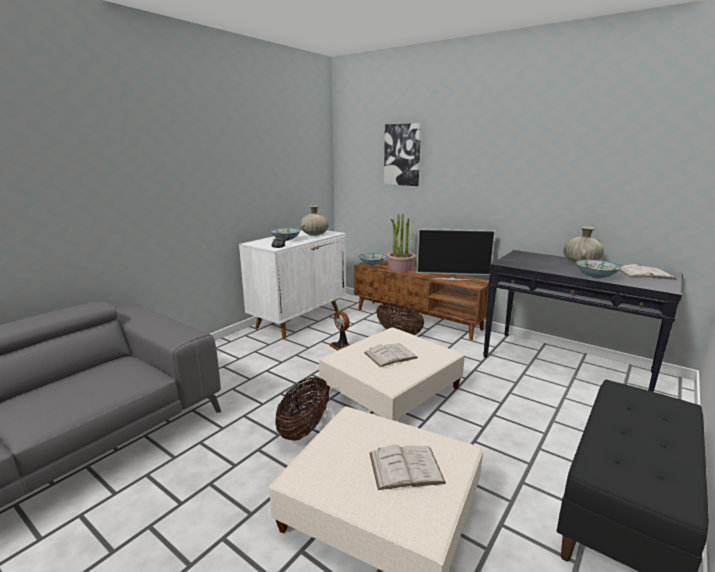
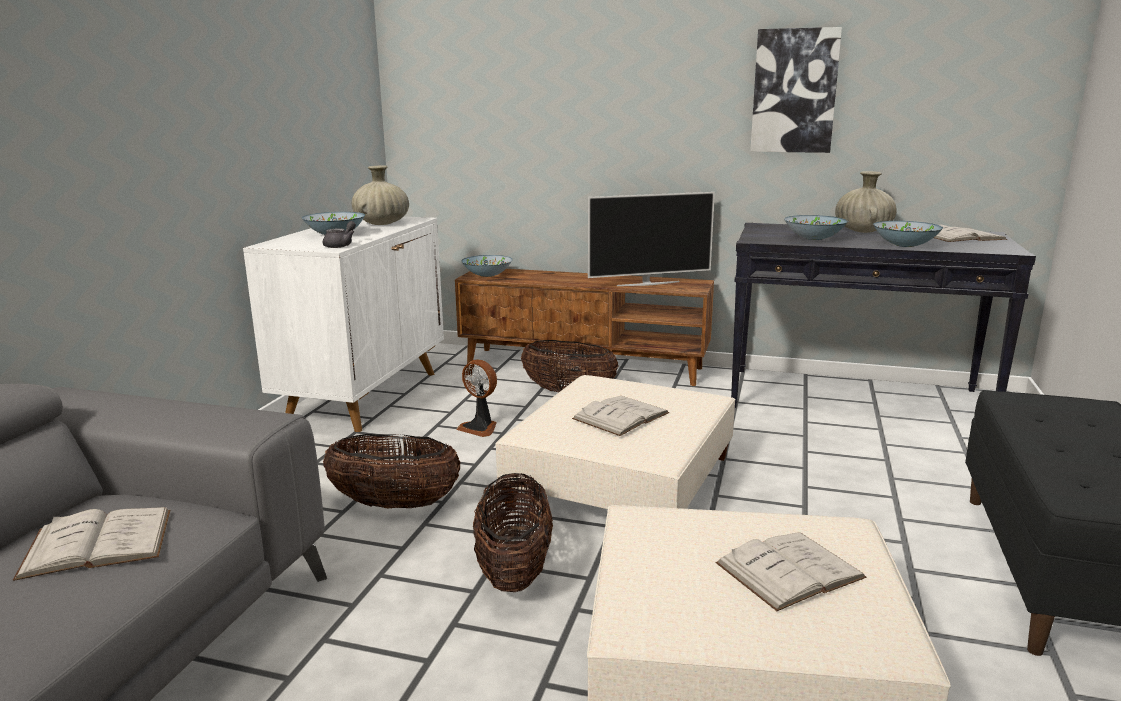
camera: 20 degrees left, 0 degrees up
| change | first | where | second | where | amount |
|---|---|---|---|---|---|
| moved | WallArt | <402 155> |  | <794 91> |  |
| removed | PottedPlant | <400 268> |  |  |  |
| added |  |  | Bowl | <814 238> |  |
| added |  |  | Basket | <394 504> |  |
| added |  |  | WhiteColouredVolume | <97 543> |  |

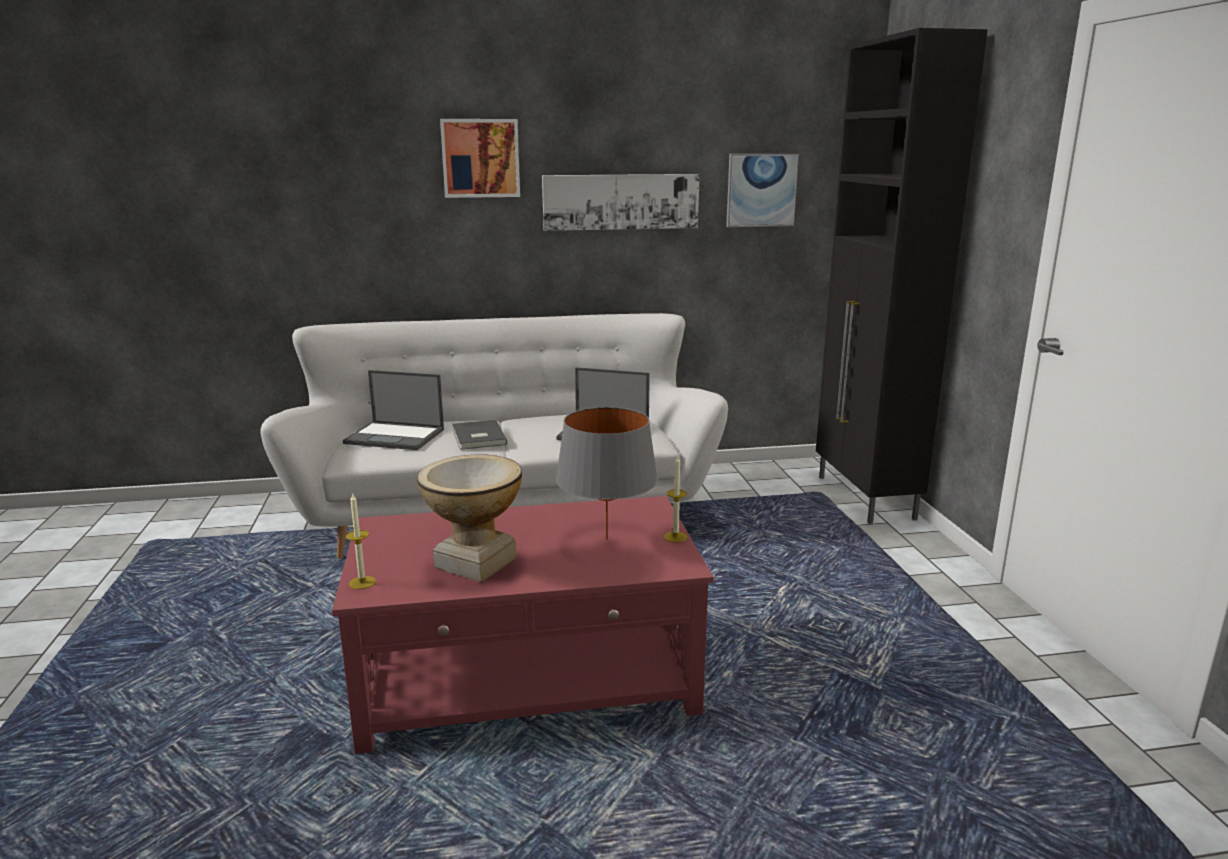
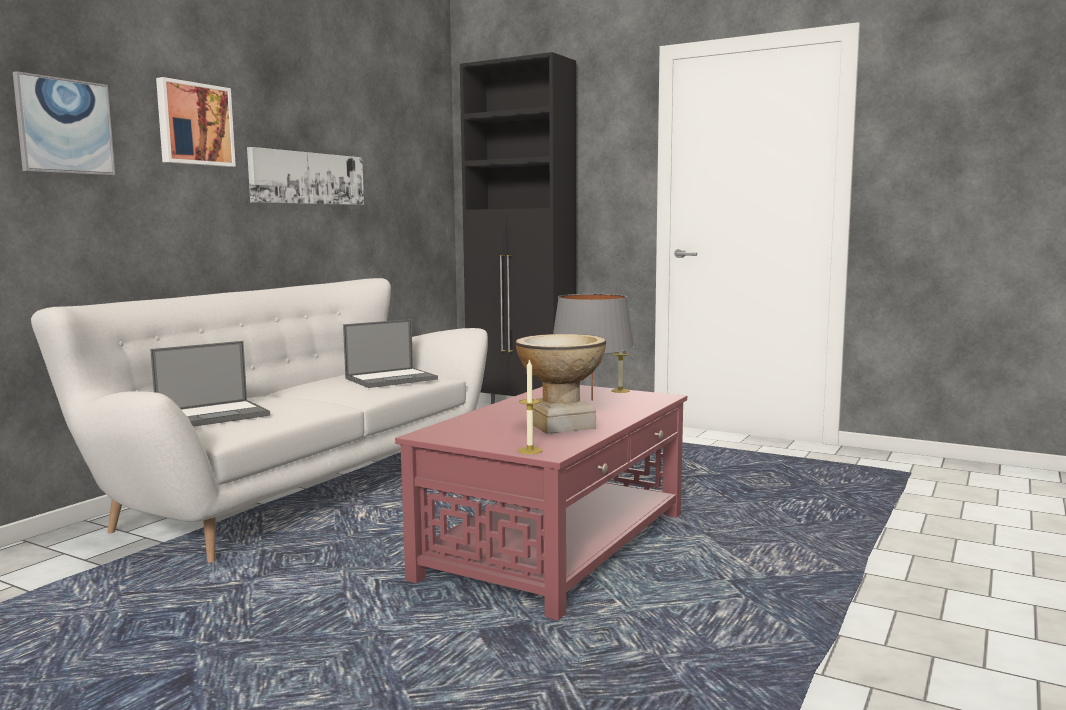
camera: 50 degrees left, 10 degrees down
| change | first | where | second | where | amount |
|---|---|---|---|---|---|
| moved | WallArt | <761 190> |  | <64 126> |  |
| removed | GreyishVolume | <477 437> |  |  |  |

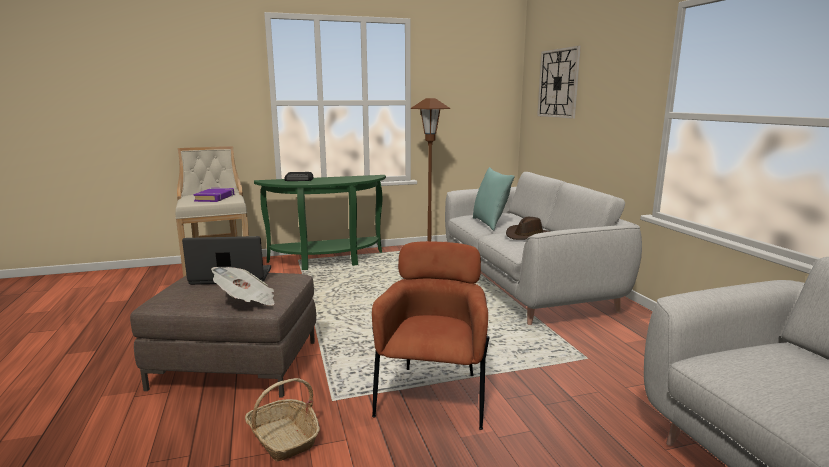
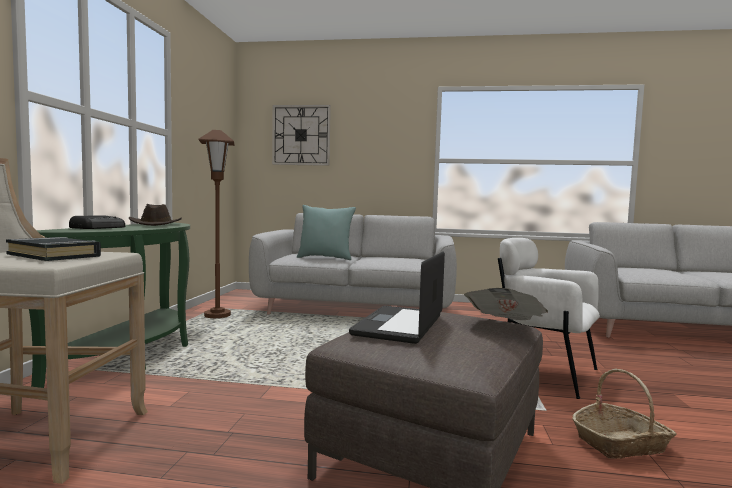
camera: 65 degrees left, 10 degrees down
| change | first | where | second | where | amount |
|---|---|---|---|---|---|
| recoloured | PurpleColouredVolume | <215 198> | BlackVolume | <54 255> |  |
| moved | BrownClothingHat | <528 235> |  | <156 225> |  |
| recoloured | BrownEasyChair | <433 396> | WhiteColouredEasyChair | <543 373> |  |

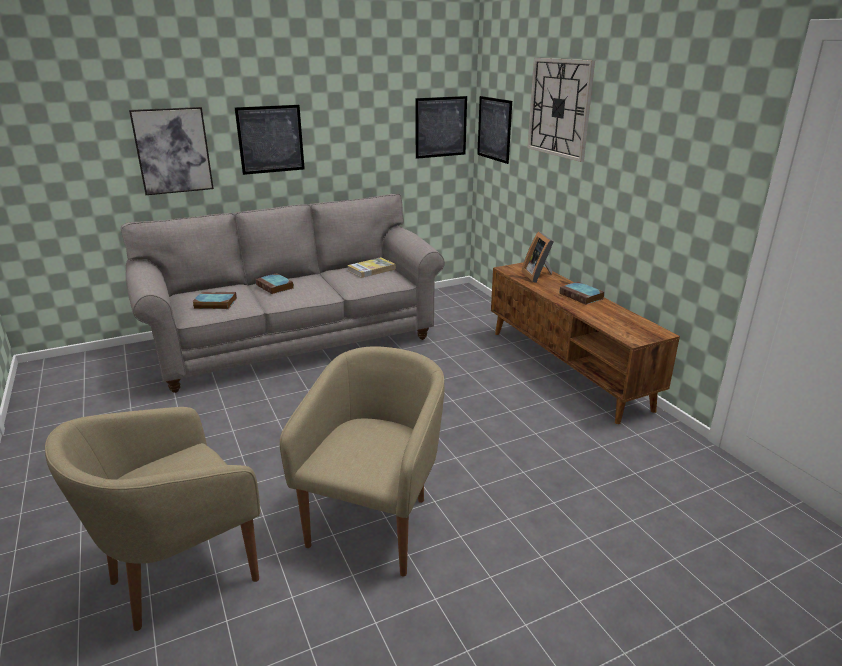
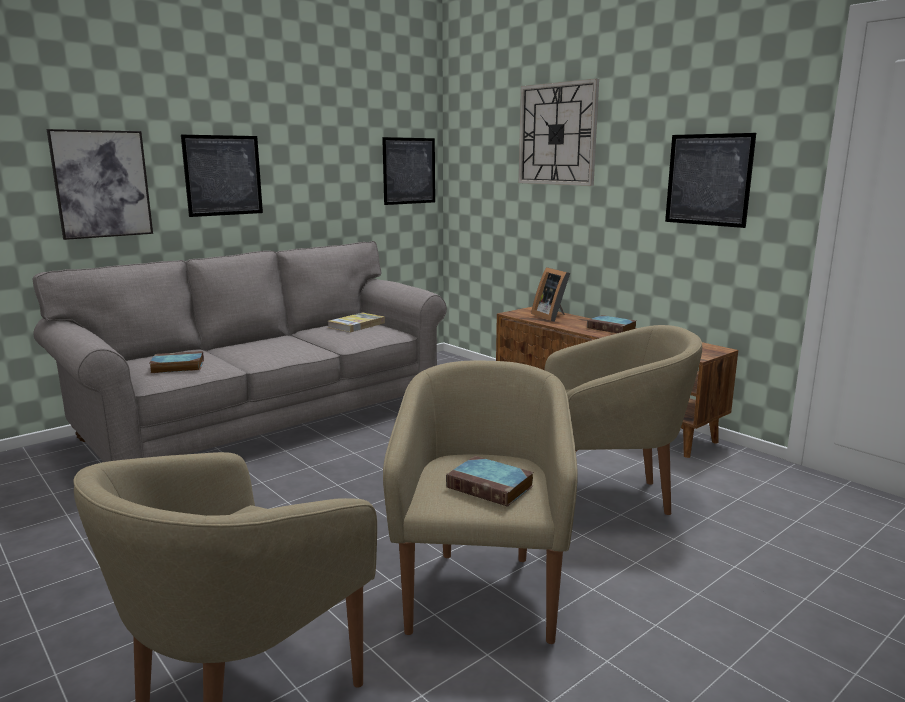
camera: 15 degrees left, 10 degrees down
| change | first | where | second | where | amount |
|---|---|---|---|---|---|
| moved | WallArt | <494 129> |  | <708 180> |  |
| moved | Volume | <275 287> |  | <492 487> |  |
| added |  |  | SandColouredEasyChair | <610 497> |  |

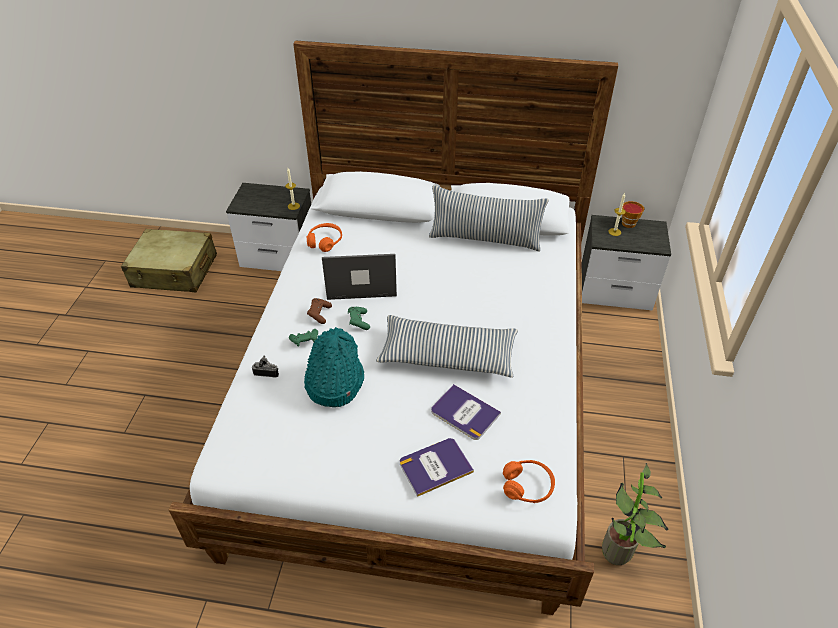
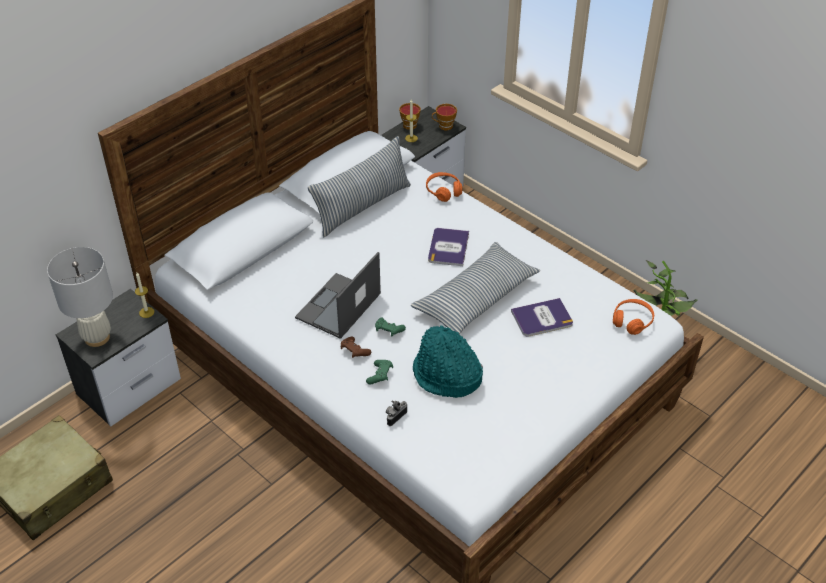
camera: 55 degrees left, 0 degrees up
| change | first | where | second | where | amount |
|---|---|---|---|---|---|
| moved | OrangeyHeadset | <325 242> |  | <443 191> |  |
| moved | Volume | <435 466> |  | <448 247> |  |
| added |  |  | Cup | <444 126> |  |
| added |  |  | WhiteColouredTableLamp | <97 337> |  |

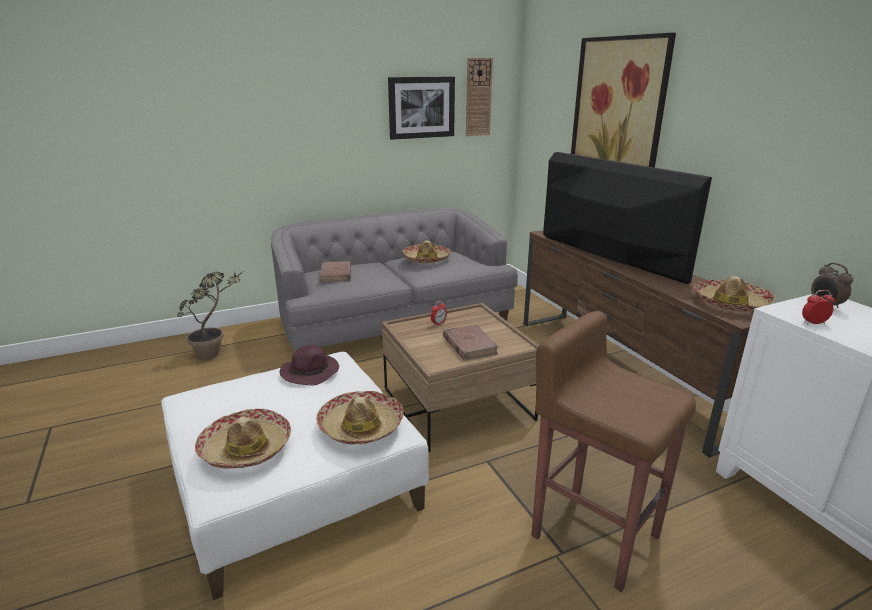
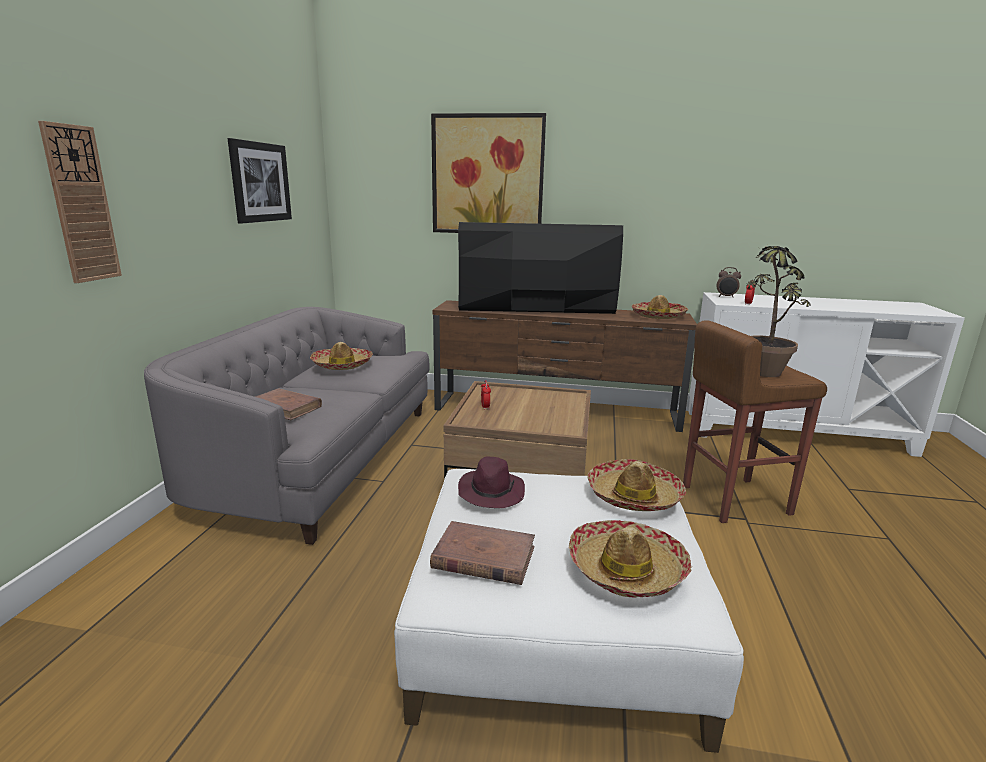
camera: 55 degrees left, 5 degrees down
| change | first | where | second | where | amount |
|---|---|---|---|---|---|
| moved | HangingClock | <478 97> |  | <81 204> |  |
| moved | PottedPlant | <217 353> |  | <761 369> |  |
| moved | BrownVolume | <469 345> |  | <483 557> |  |

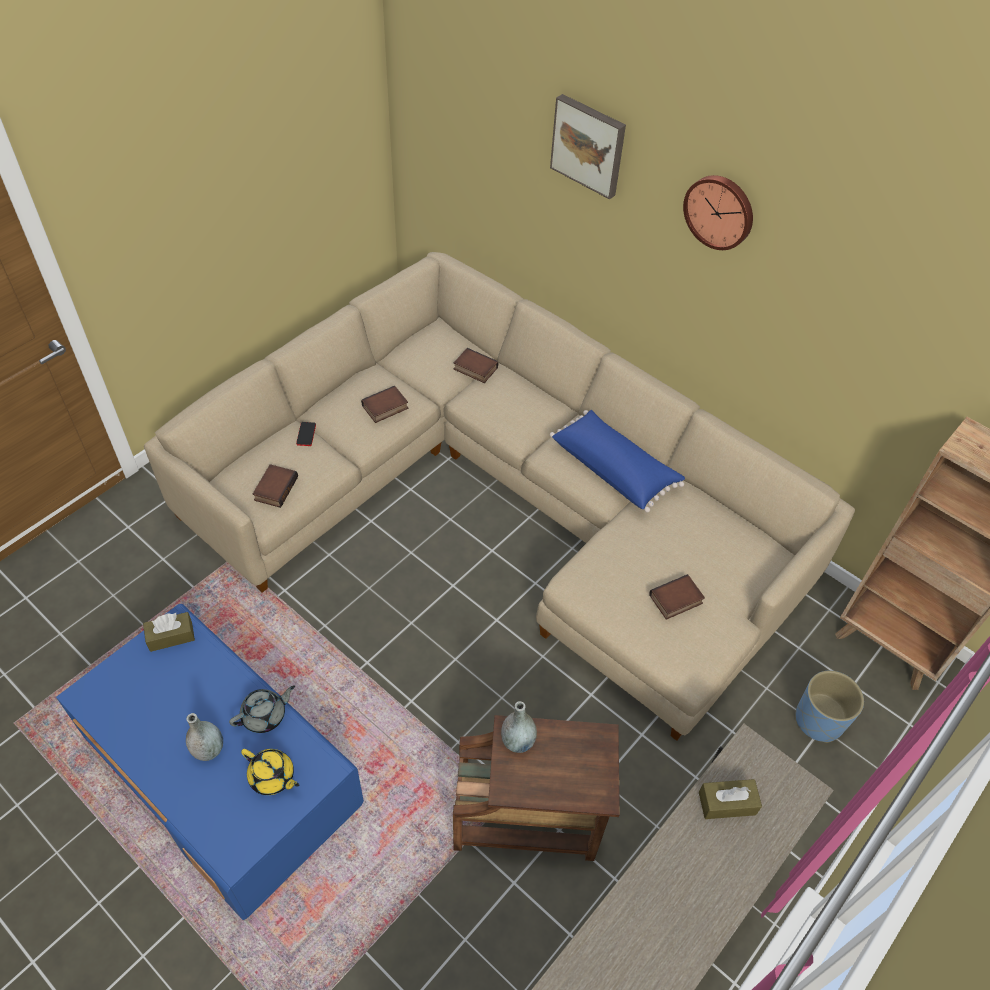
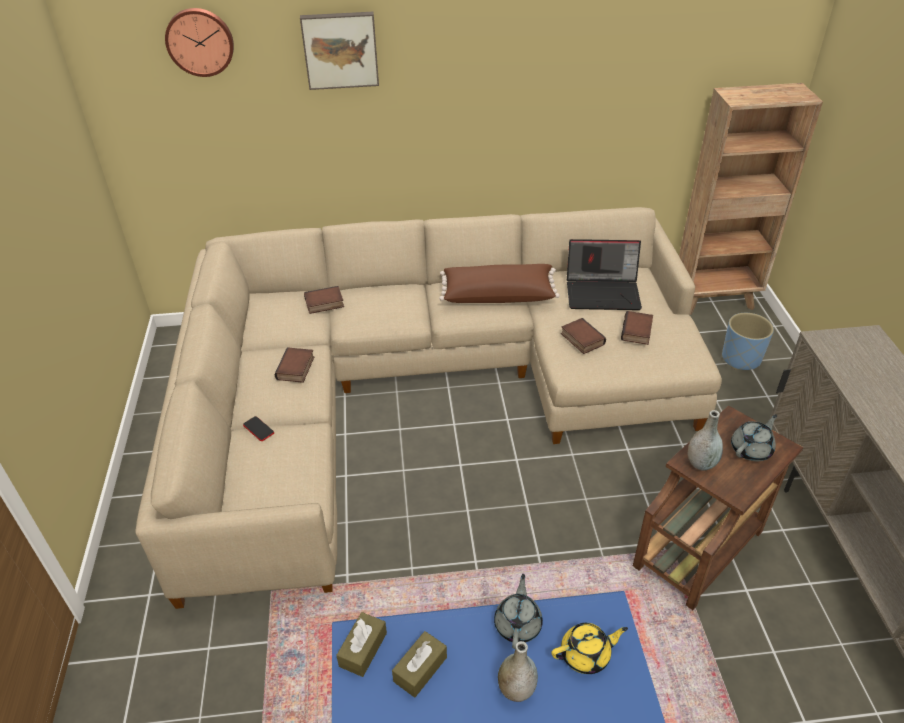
camera: 45 degrees left, 10 degrees down
| change | first | where | second | where | amount |
|---|---|---|---|---|---|
| moved | HangingClock | <720 211> |  | <200 41> |  |
| recoloured | BlueColouredCushion | <614 468> | BrownCushion | <498 294> |  |
| moved | Volume | <275 488> |  | <581 339> |  |
| moved | BrownTissueBox | <727 803> |  | <420 669> |  |
| added |  |  | Laptop | <603 292> |  |
| added |  |  | GreyishPotForTea | <751 449> |  |

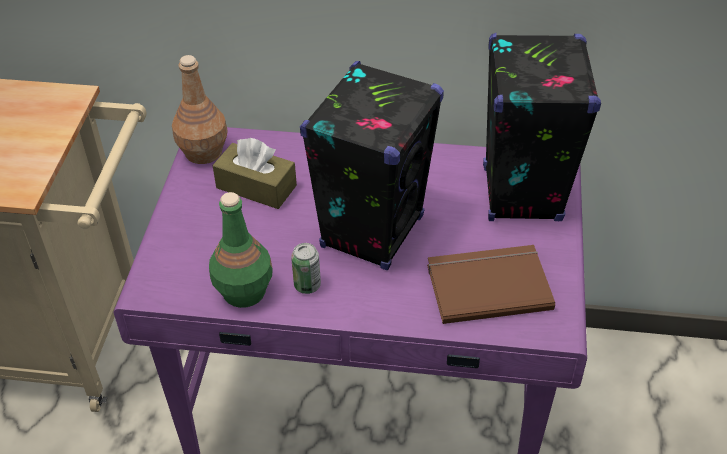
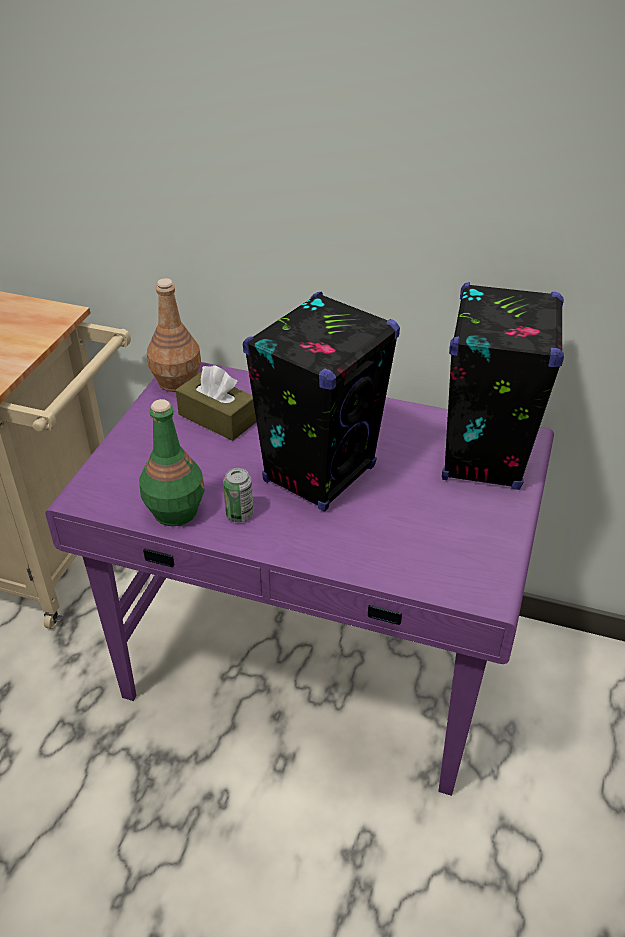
camera: 10 degrees right, 5 degrees down
| change | first | where | second | where | amount |
|---|---|---|---|---|---|
| removed | BrownVolume | <487 284> |  |  |  |

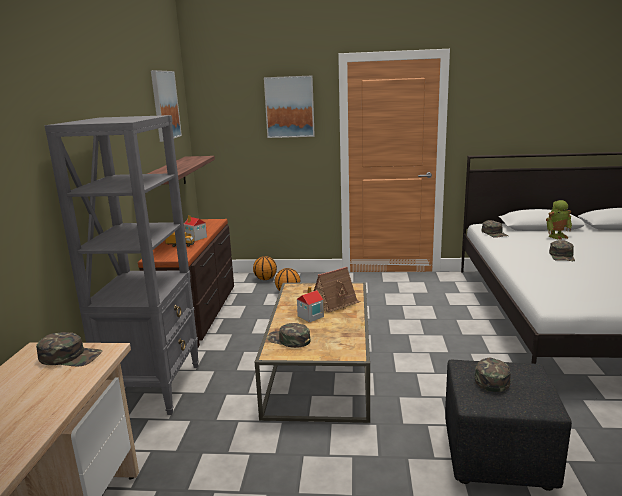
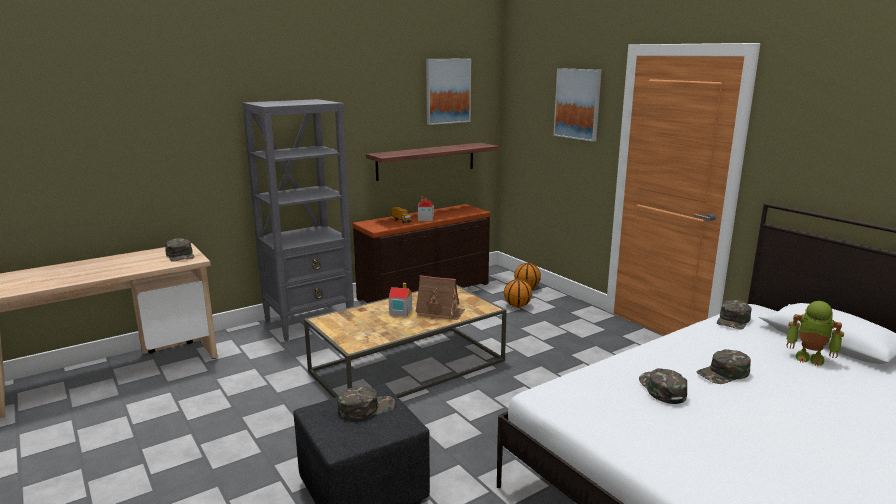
camera: 50 degrees right, 0 degrees up
| change | first | where | second | where | amount |
|---|---|---|---|---|---|
| moved | GreenPeakedCap | <288 340> |  | <661 389> |  |

